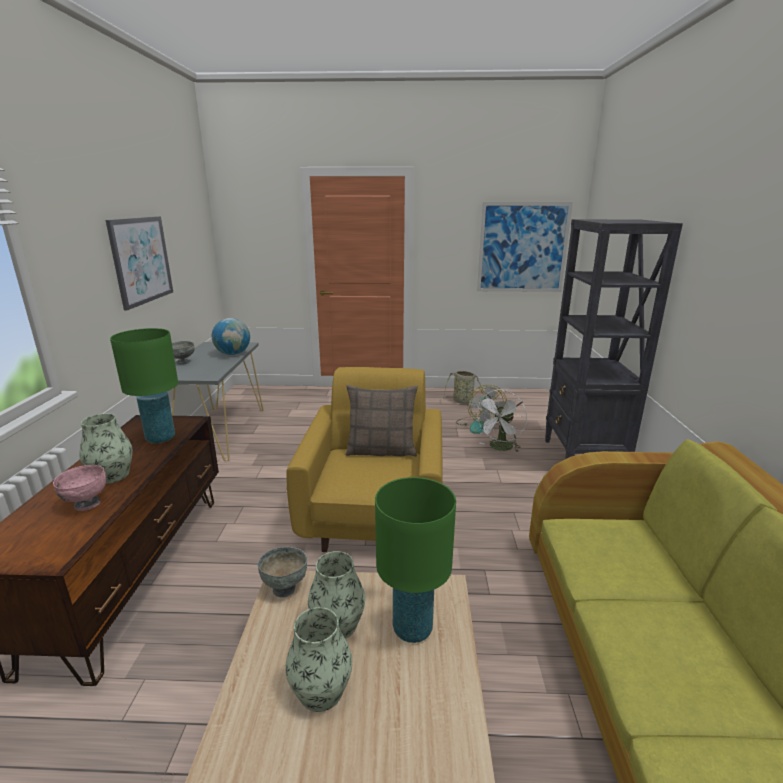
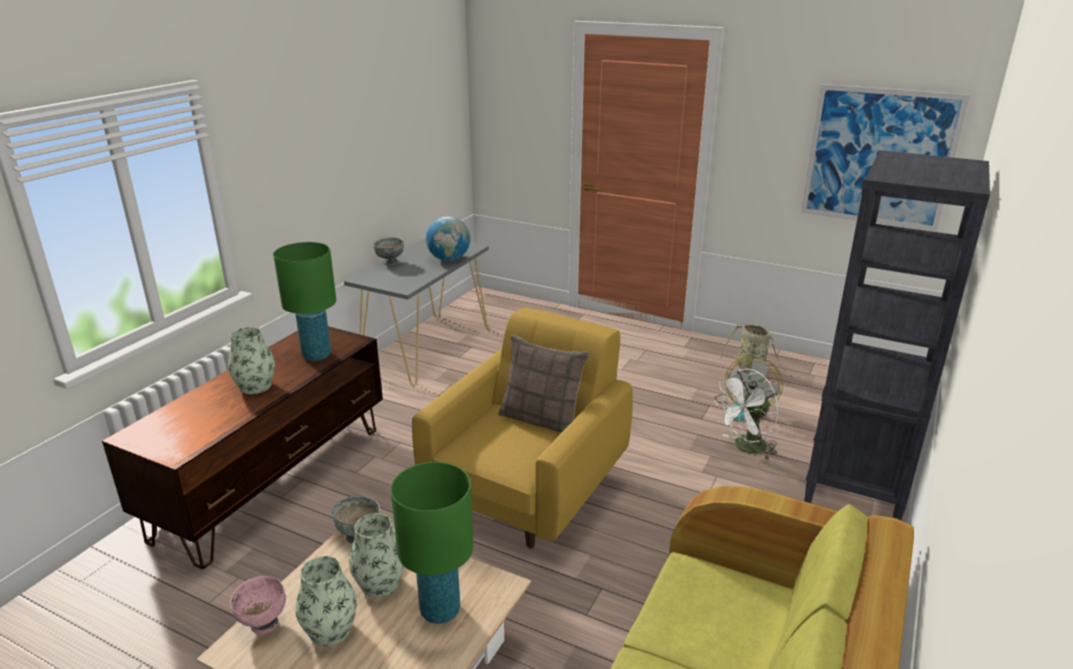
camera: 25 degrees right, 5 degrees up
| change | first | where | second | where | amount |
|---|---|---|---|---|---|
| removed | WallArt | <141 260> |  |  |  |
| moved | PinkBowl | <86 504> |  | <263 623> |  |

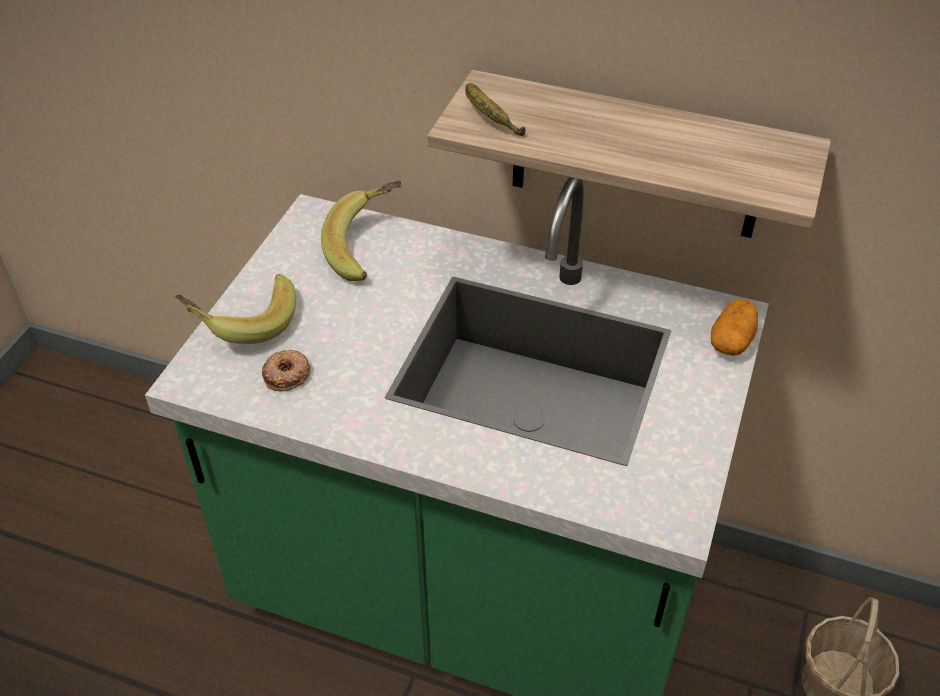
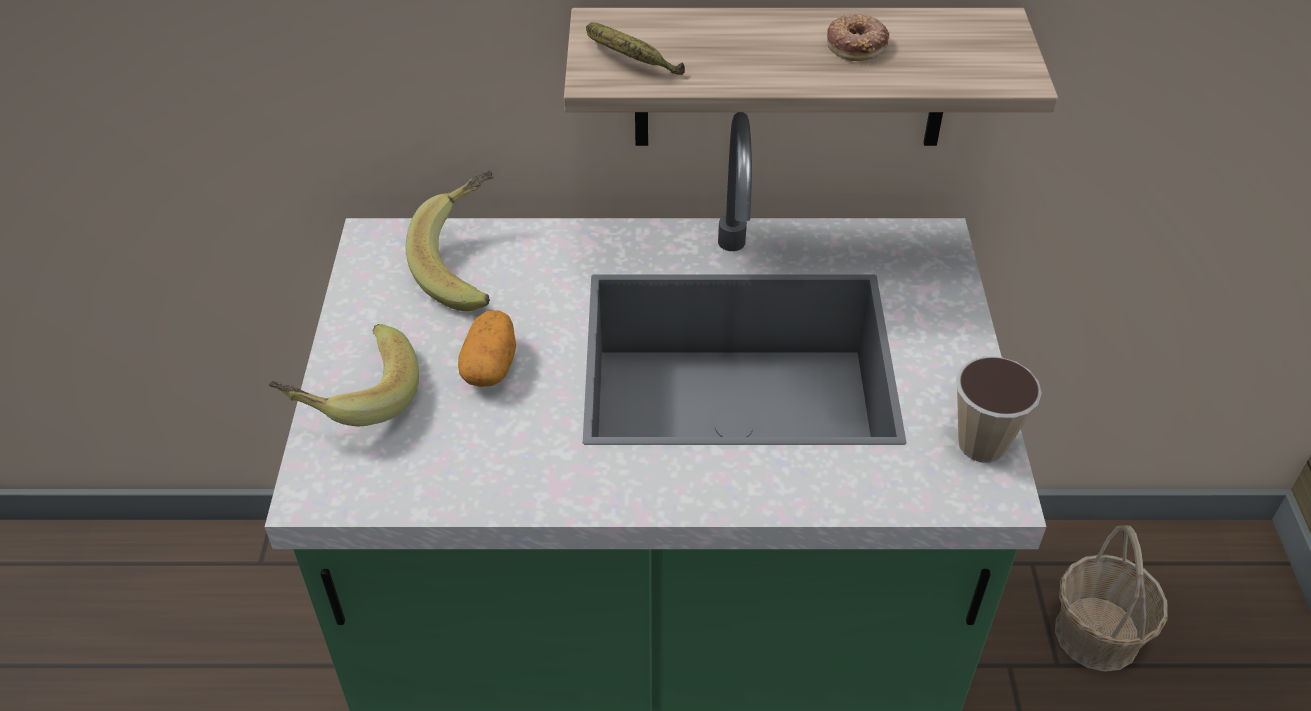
camera: 20 degrees left, 0 degrees up
| change | first | where | second | where | amount |
|---|---|---|---|---|---|
| moved | WholePotato | <732 340> |  | <490 365> |  |
| moved | RingDoughnut | <287 374> |  | <857 44> |  |
| added |  |  | Cup | <981 444> |  |

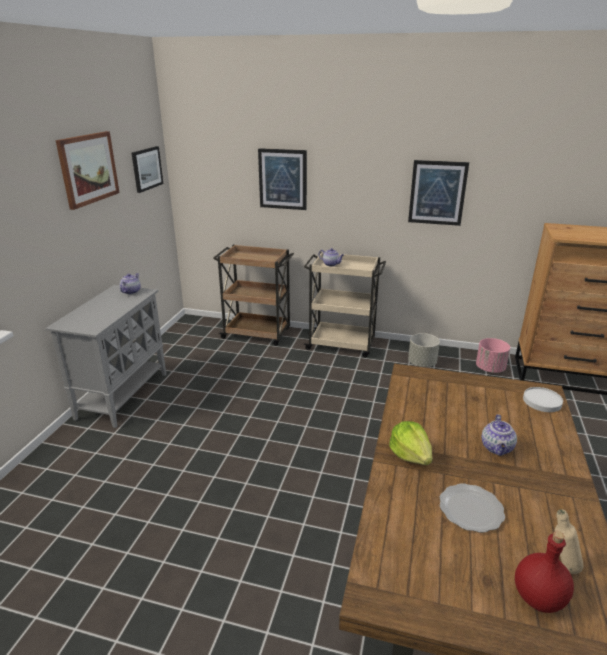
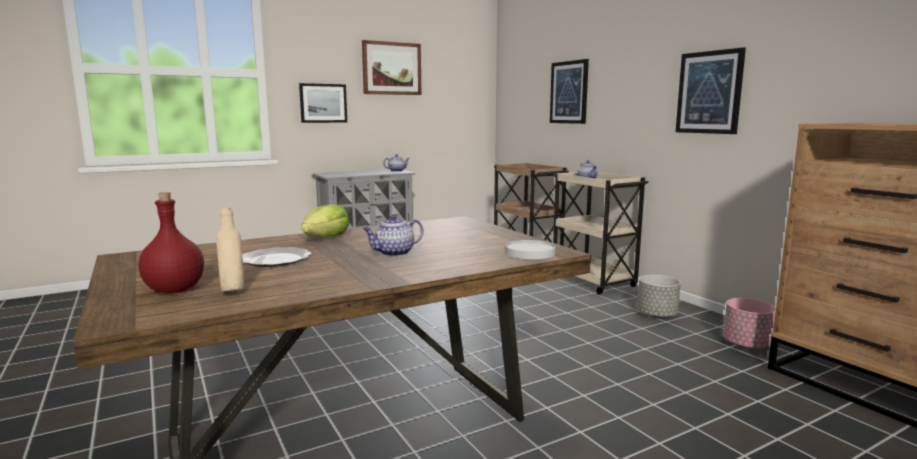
camera: 45 degrees right, 15 degrees down
| change | first | where | second | where | amount |
|---|---|---|---|---|---|
| moved | WallArt | <146 169> |  | <323 103> |  |

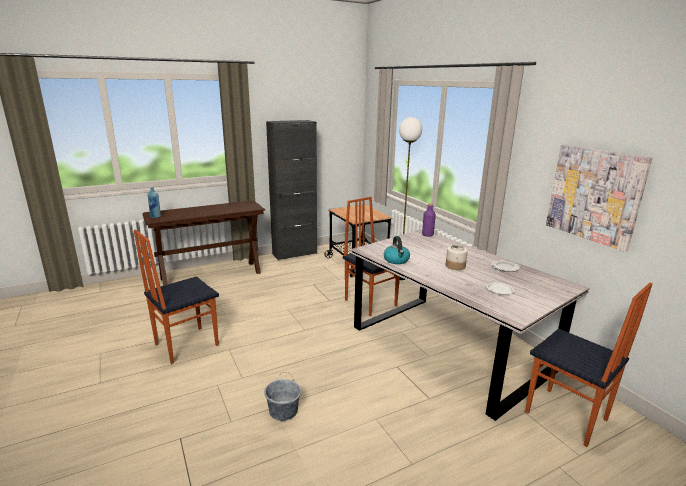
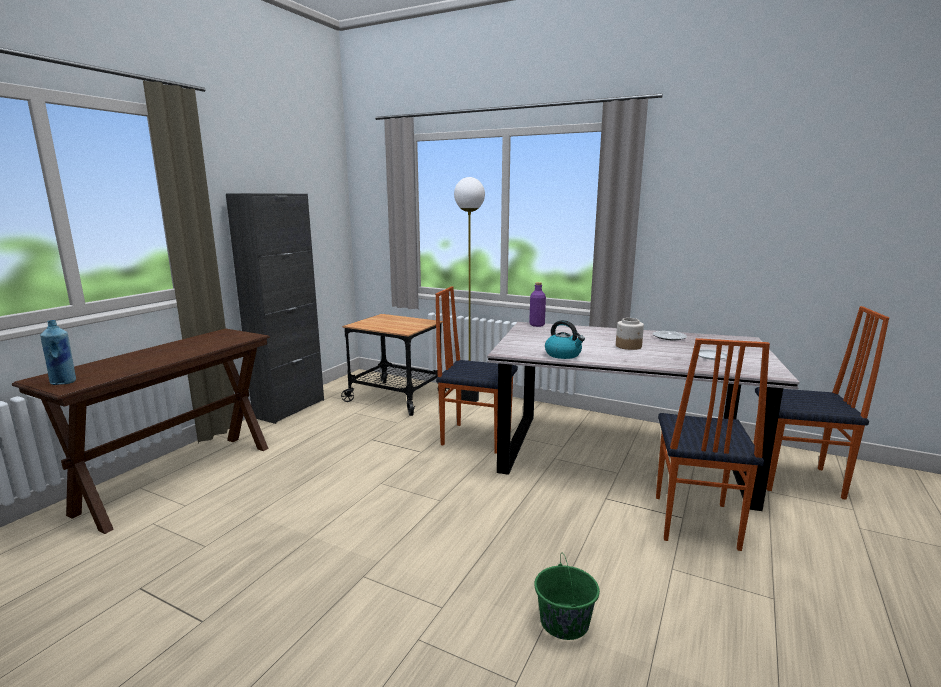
camera: 35 degrees left, 5 degrees down
| change | first | where | second | where | amount |
|---|---|---|---|---|---|
| removed | WallArt | <594 195> |  |  |  |
| moved | UprightChair | <185 344> |  | <693 522> |  |
| recoloured | GreyishBucket | <283 411> | GreenBucket | <564 622> |  |

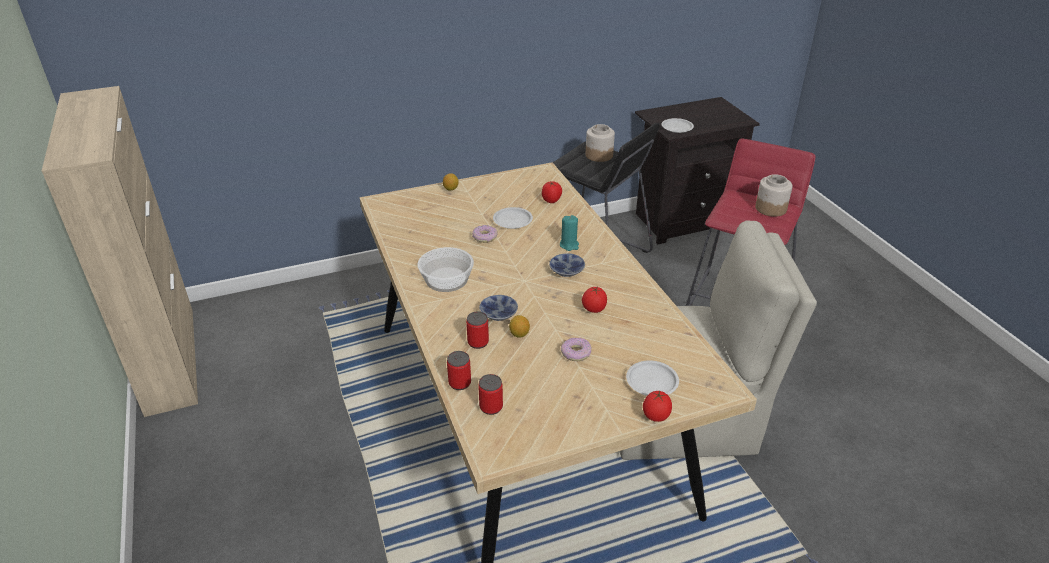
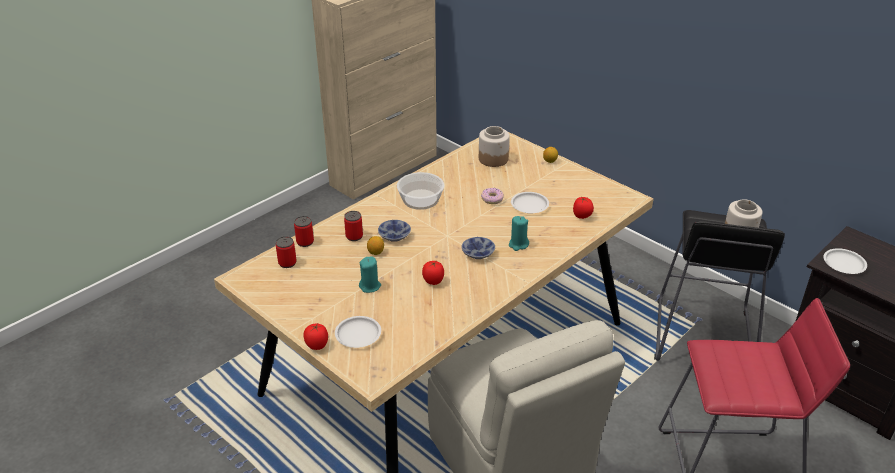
camera: 65 degrees right, 0 degrees up
| change | first | where | second | where | amount |
|---|---|---|---|---|---|
| moved | PreserveJar | <770 208> |  | <493 159> |  |
| replaced | RingDoughnut | <576 353> | TurquoiseColouredWaxLight | <370 286> |  |

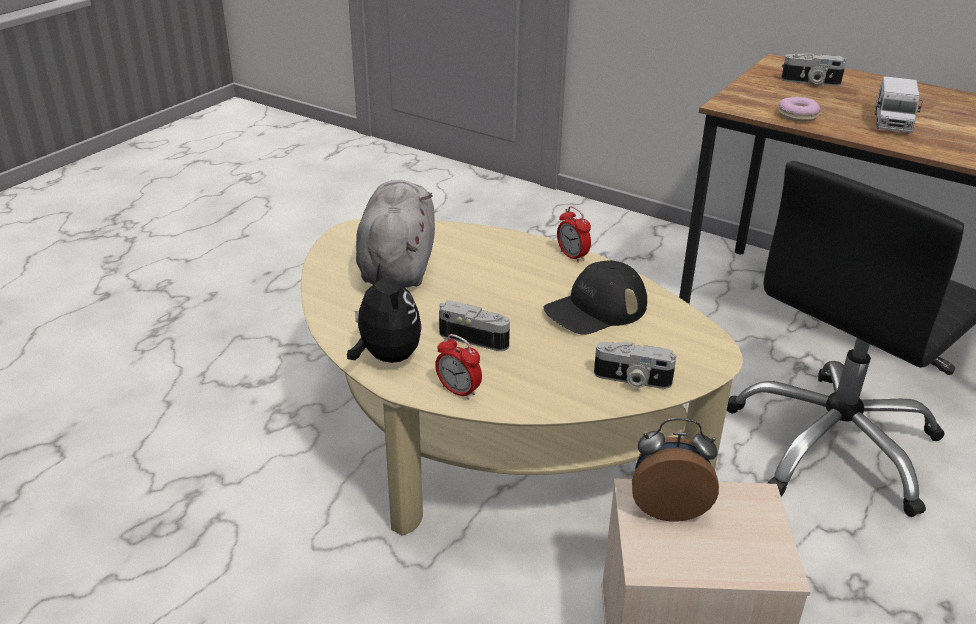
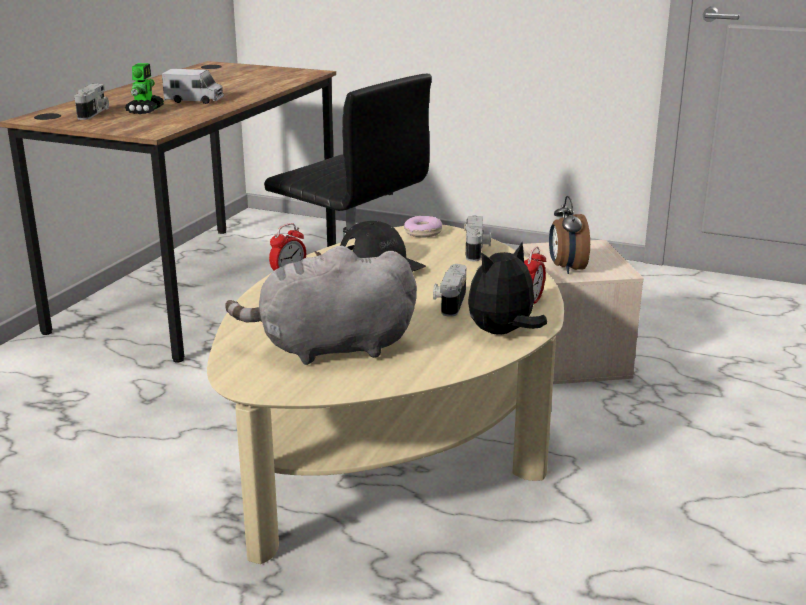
camera: 100 degrees left, 10 degrees down
| change | first | where | second | where | amount |
|---|---|---|---|---|---|
| moved | RingDoughnut | <797 115> |  | <423 233> |  |
| added |  |  | ToyRobot | <145 110> |  |

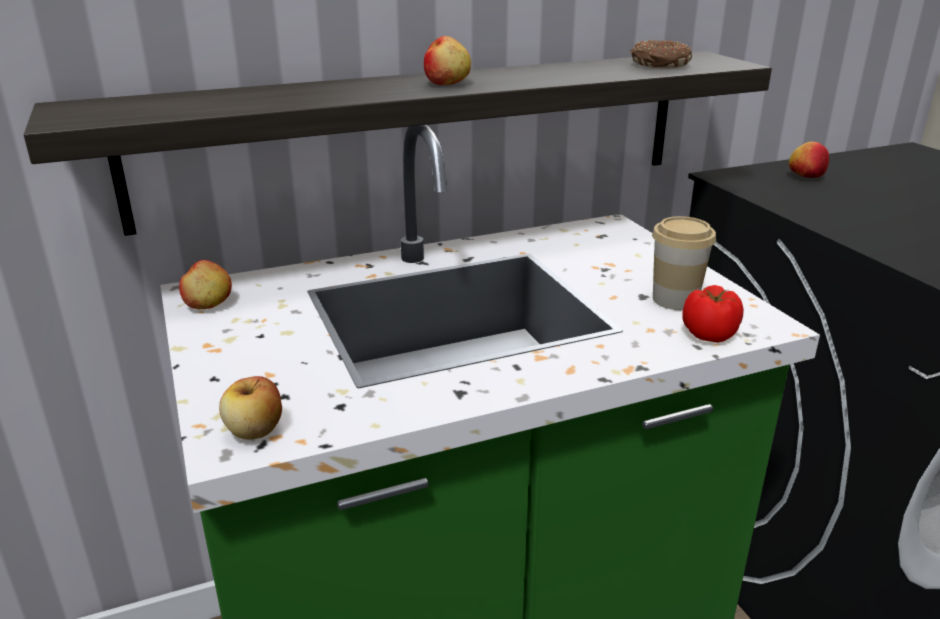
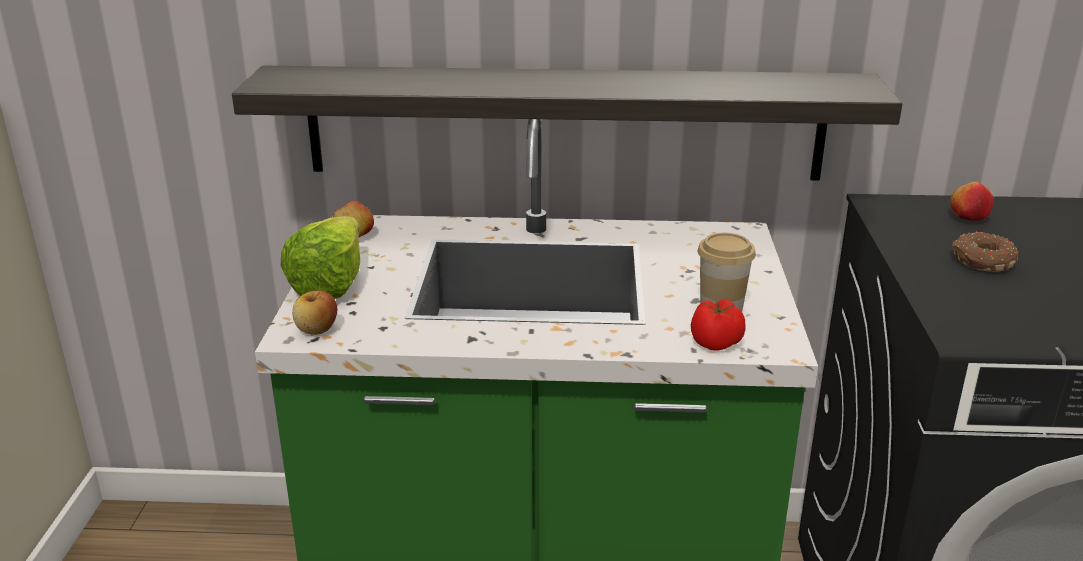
camera: 25 degrees right, 0 degrees up
| change | first | where | second | where | amount |
|---|---|---|---|---|---|
| removed | AppleFruit | <448 83> |  |  |  |
| moved | RingDoughnut | <659 65> |  | <982 261> |  |
| added |  |  | LettuceHead | <336 281> |  |

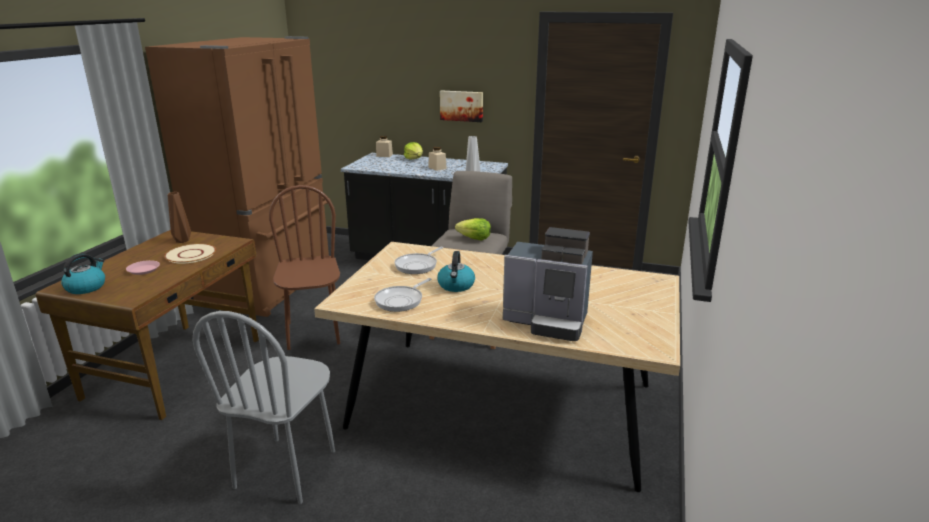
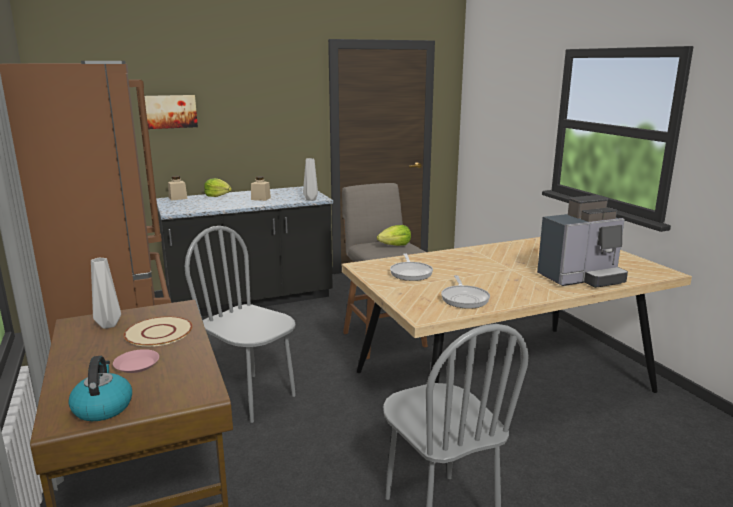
camera: 40 degrees left, 5 degrees down
| change | first | where | second | where | amount |
|---|---|---|---|---|---|
| moved | WallArt | <461 106> |  | <171 111> |  |
| recoloured | BrownUprightChair | <314 333> | GreyishUprightChair | <252 397> |  |
| recoloured | BrownVase | <183 240> | GreyishVase | <109 324> |  |
| removed | TeaKettle | <456 286> |  |  |  |

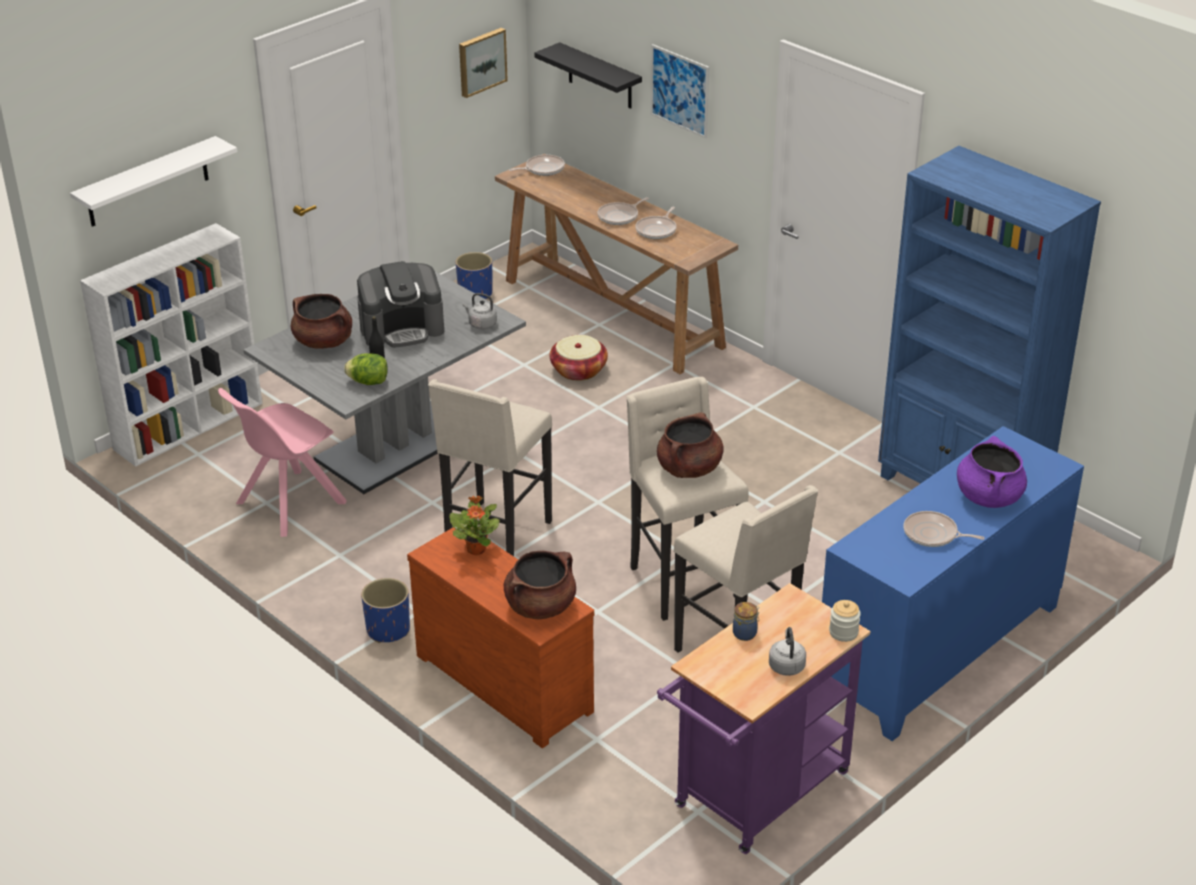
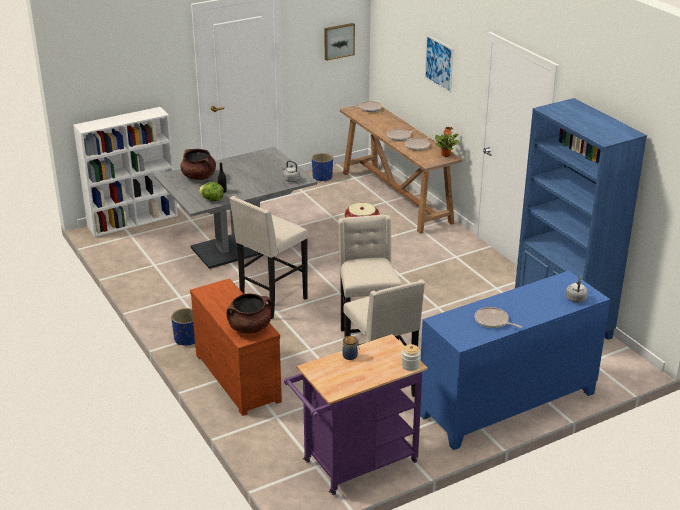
camera: 15 degrees right, 5 degrees down
| change | first | where | second | where | amount |
|---|---|---|---|---|---|
| removed | BlackShelf | <600 76> |  |  |  |
| removed | WhiteColouredShelf | <147 182> |  |  |  |
| removed | CoffeeMachine | <402 328> |  |  |  |
| removed | PinkUprightChair | <288 504> |  |  |  |
| removed | BrownSaucepot | <689 469> |  |  |  |
| removed | PurpleColouredSaucepot | <988 496> |  |  |  |
| moved | PottedPlant | <476 549> |  | <446 155> |  |
| moved | GreyishTeaKettle | <786 665> |  | <576 298> |  |

